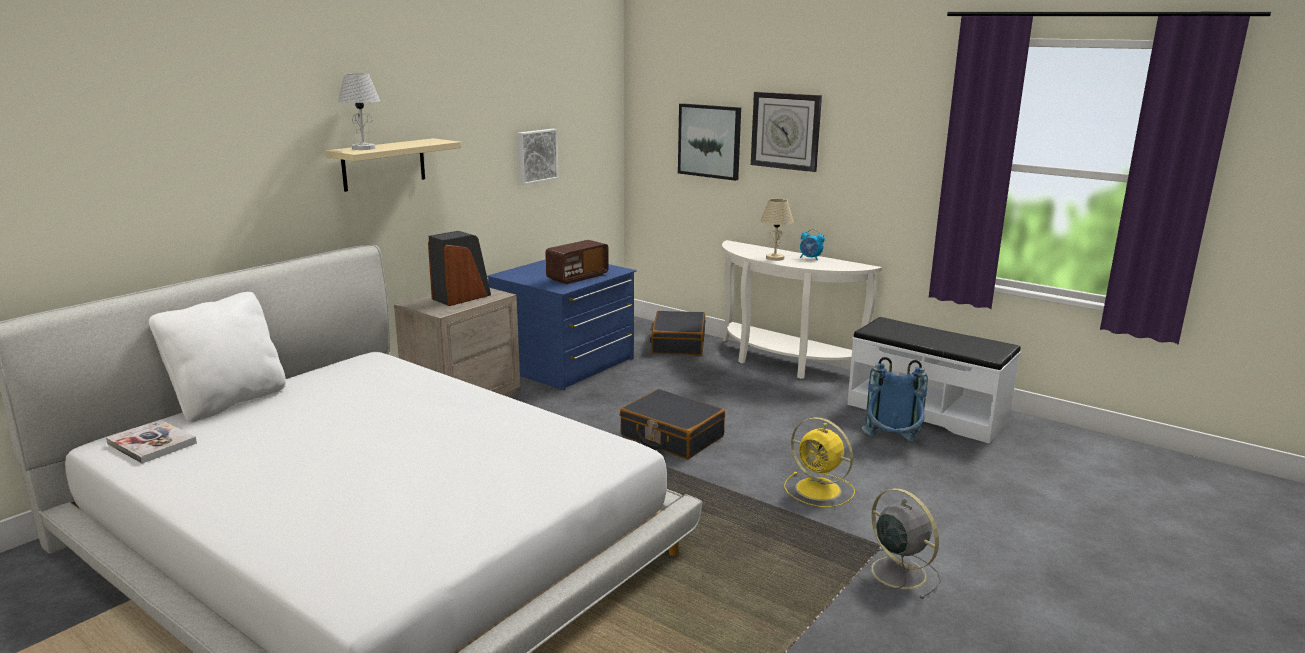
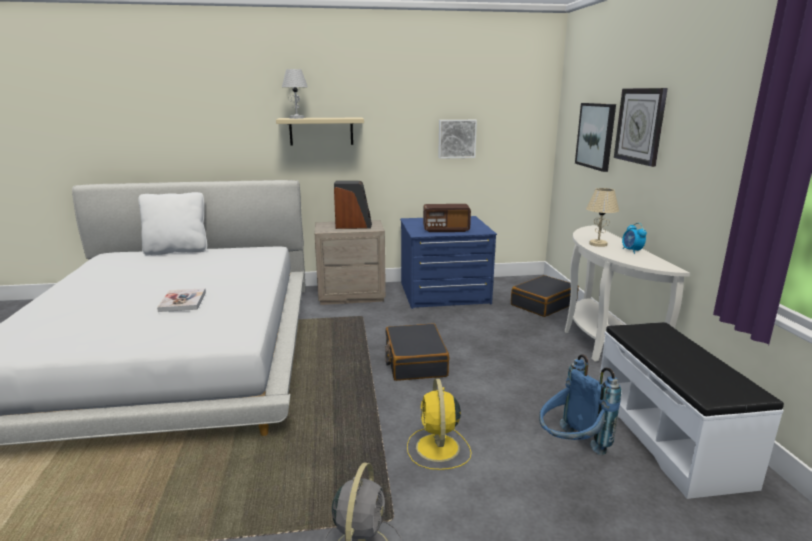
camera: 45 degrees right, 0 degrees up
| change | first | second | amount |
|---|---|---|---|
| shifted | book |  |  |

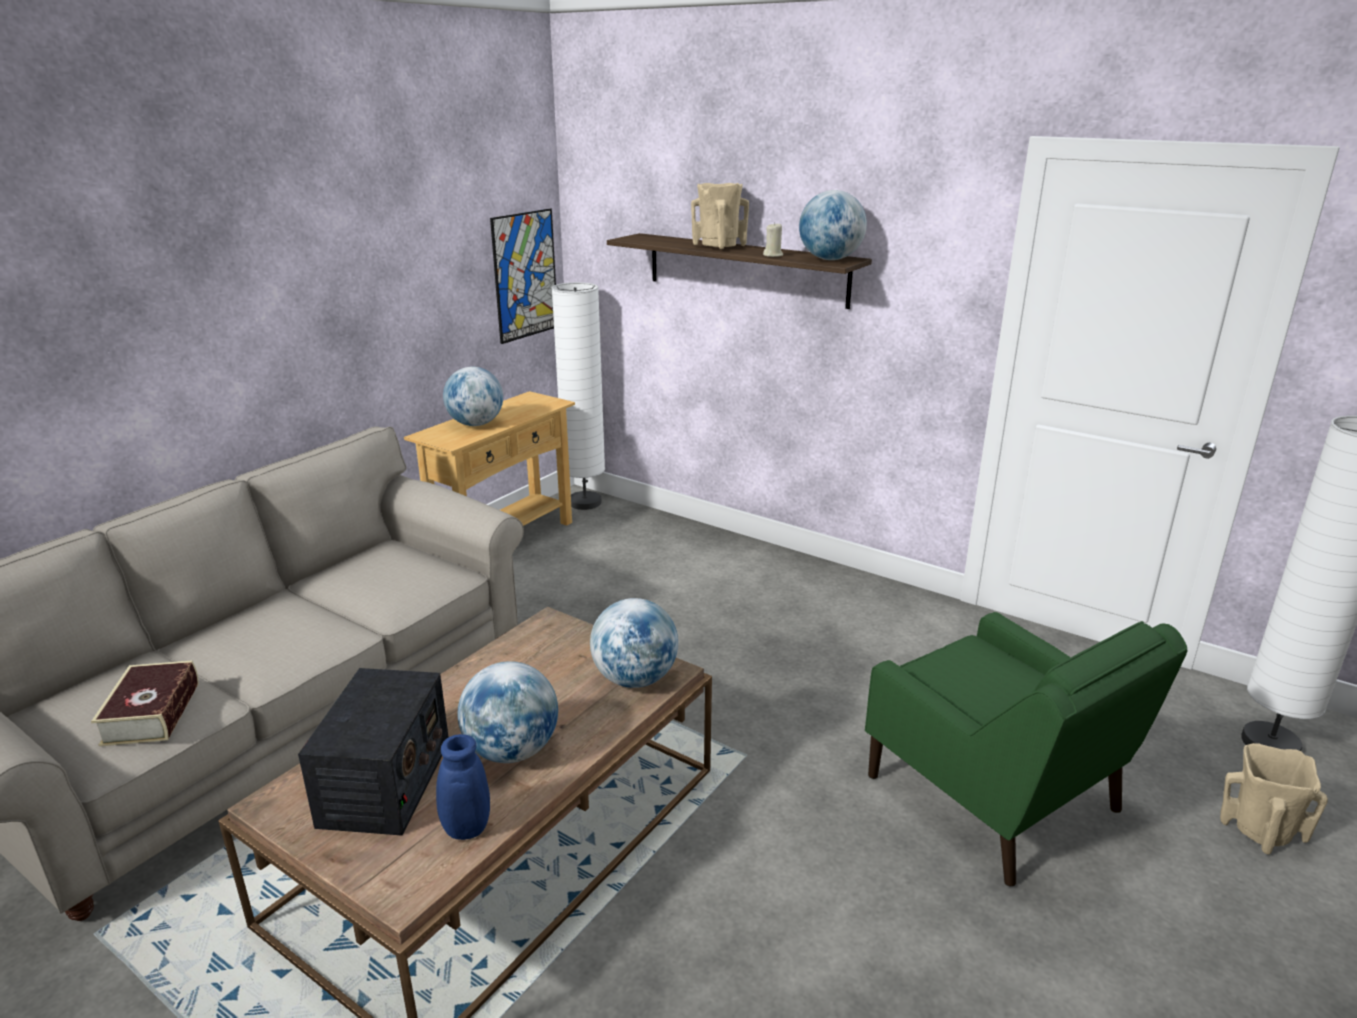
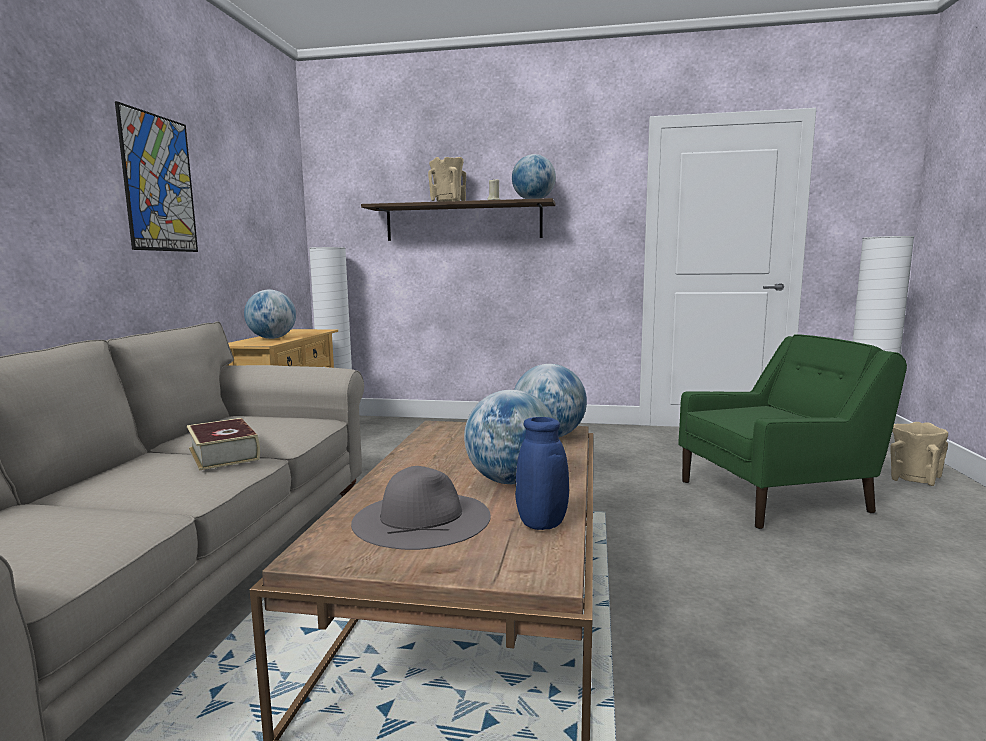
camera: 25 degrees left, 15 degrees down
| change | first | second | amount |
|---|---|---|---|
| shifted | book |  |  |
| shifted | wall picture |  |  |
| swapped | radio receiver | hat/grey |  |
| rotated | easy chair/green |  | 45 degrees counterclockwise |

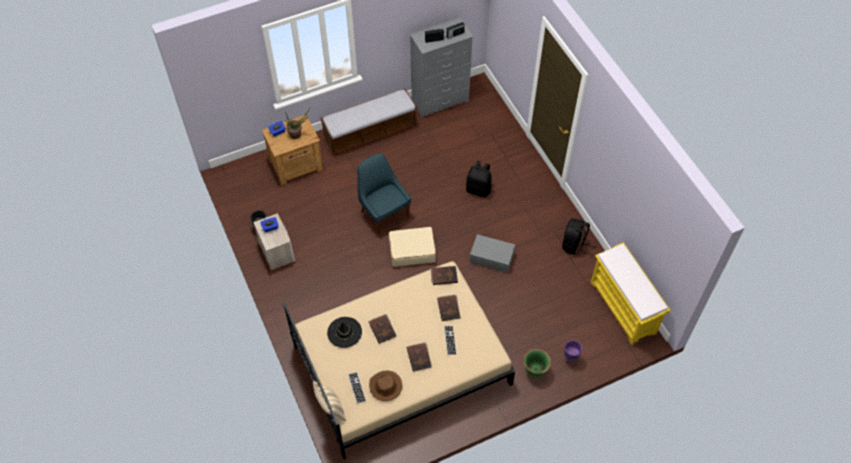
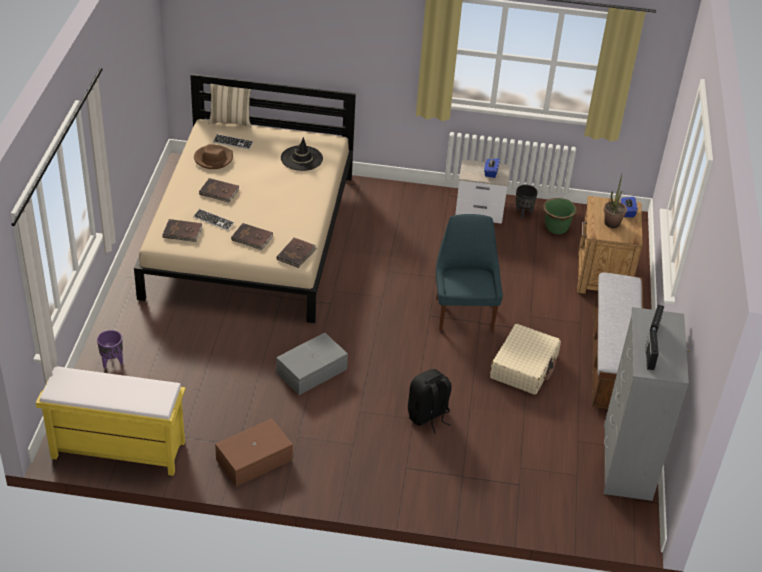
camera: 120 degrees right, 15 degrees down
| change | first | second | amount |
|---|---|---|---|
| shifted | book/brown (no. 1 from left) |  |  |
| shifted | suitcase/beige |  |  |
| shifted | plant pot/green |  |  |
| swapped | rucksack/black-coloured (no. 2 from left) | storage box/brown |  |
| rotated | chair/bluish |  | 90 degrees counterclockwise |

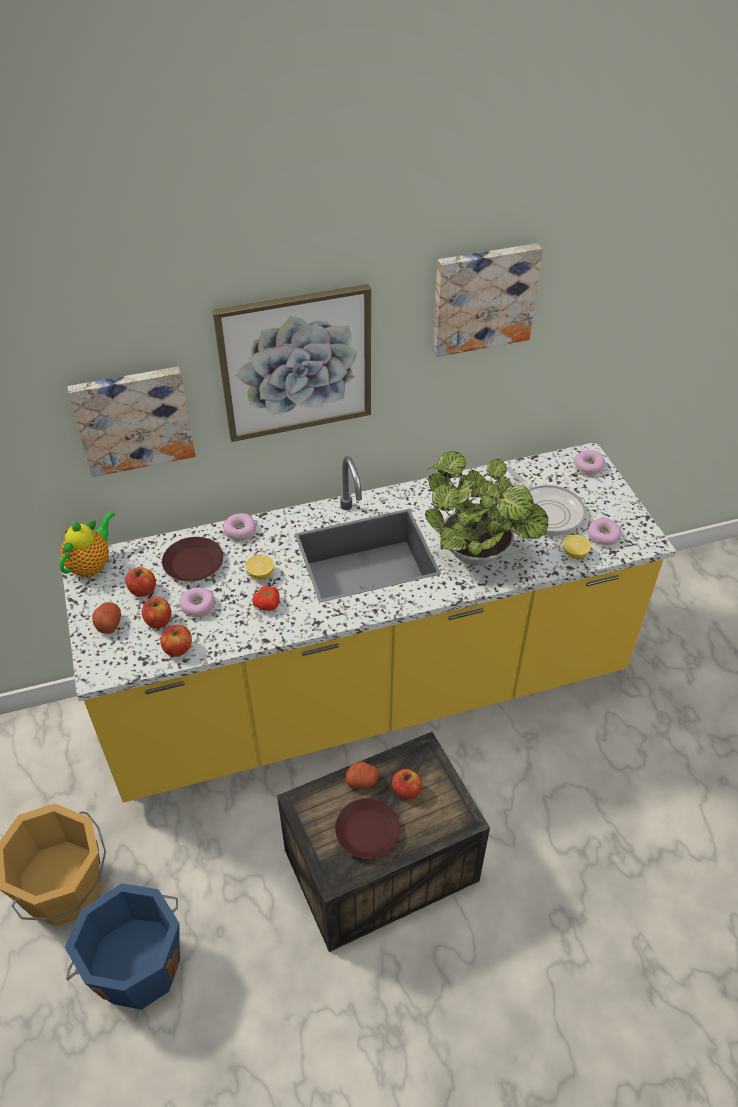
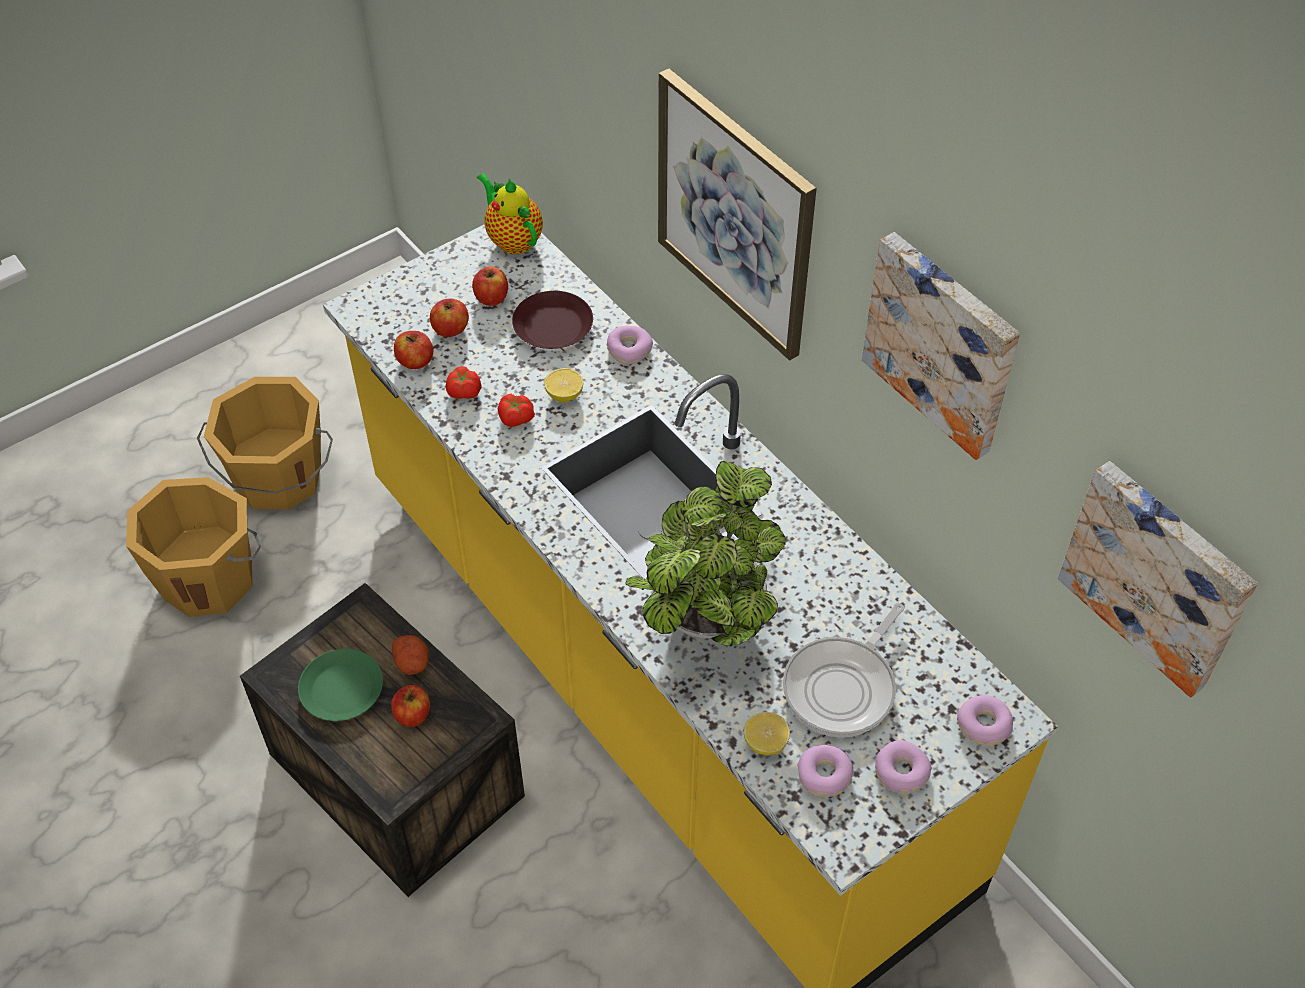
camera: 70 degrees right, 5 degrees up
| change | first | second | amount |
|---|---|---|---|
| gone | spud (no. 1 from left) |  |  |
| new |  | whole tomato (no. 1 from left) |  |
| shifted | wall picture (no. 1 from left in the first image) | wall picture (no. 3 from left) |  |
| shifted | donut (no. 1 from left in the first image) | donut (no. 3 from left) |  |
| repainted | pail/bluish | pail/orangey (no. 1 from left) |  |
| repainted | dinner plate/brown (no. 2 from left) | dinner plate/green |  |
| rotated | pot for tea |  | 135 degrees counterclockwise |

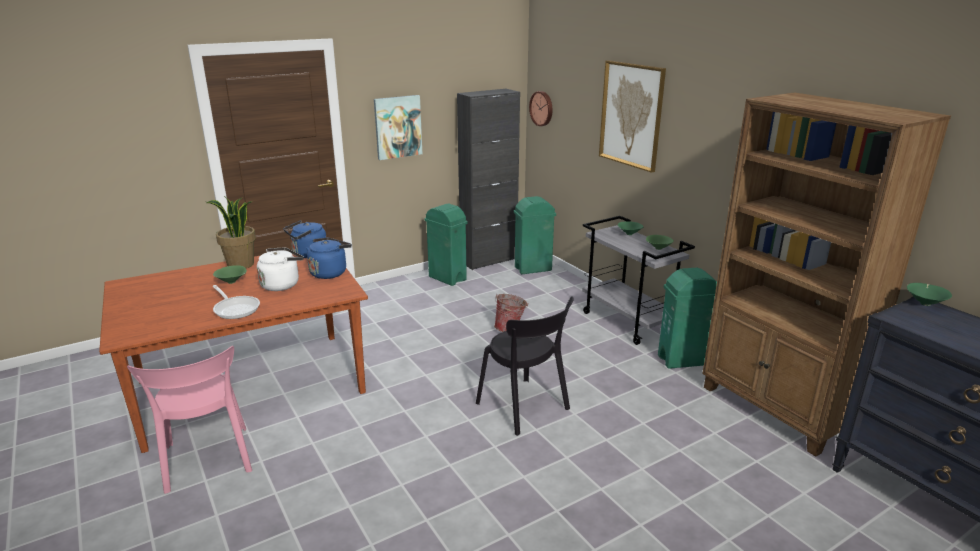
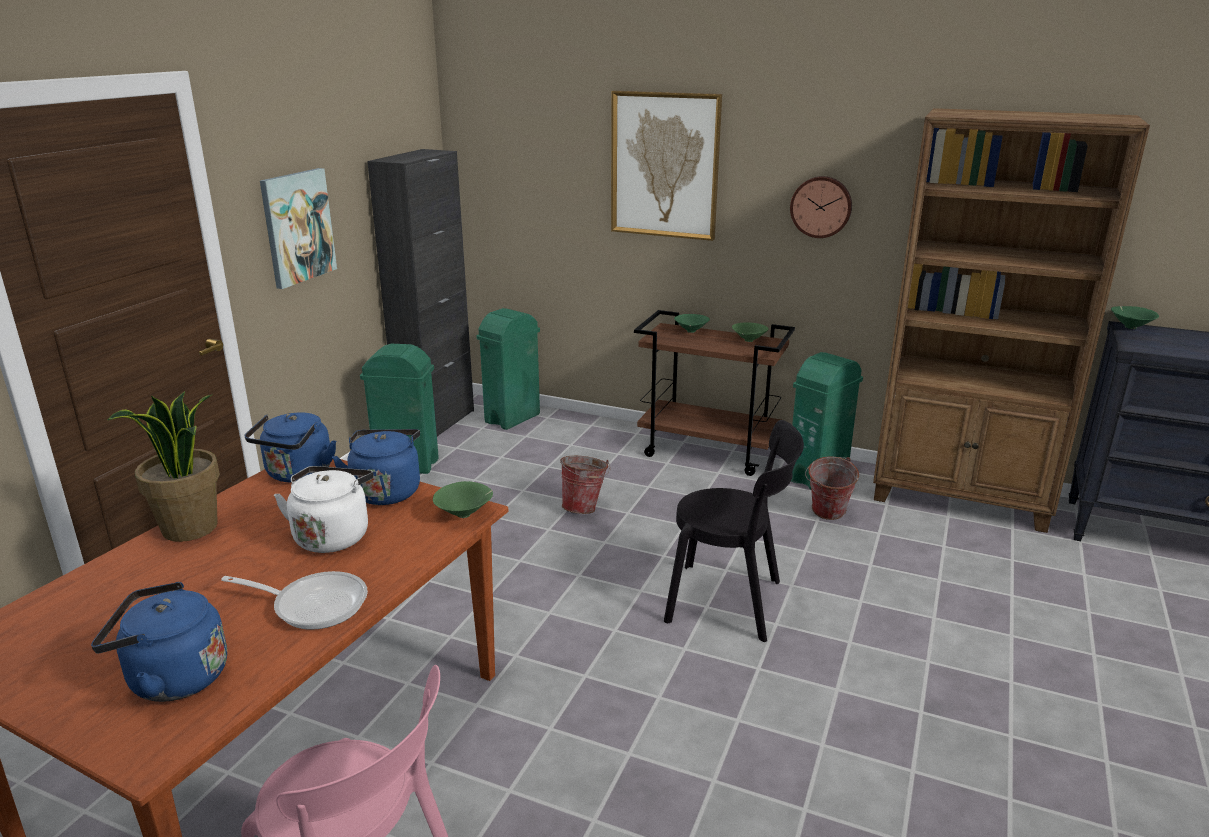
camera: 35 degrees left, 0 degrees up
| change | first | second | amount |
|---|---|---|---|
| new |  | kettle/bluish (no. 1 from left) |  |
| new |  | pail (no. 2 from left) |  |
| shifted | serving bowl/green (no. 1 from left) |  |  |
| shifted | wall clock |  |  |
| repainted | wheeled cart/grey | wheeled cart/brown |  |

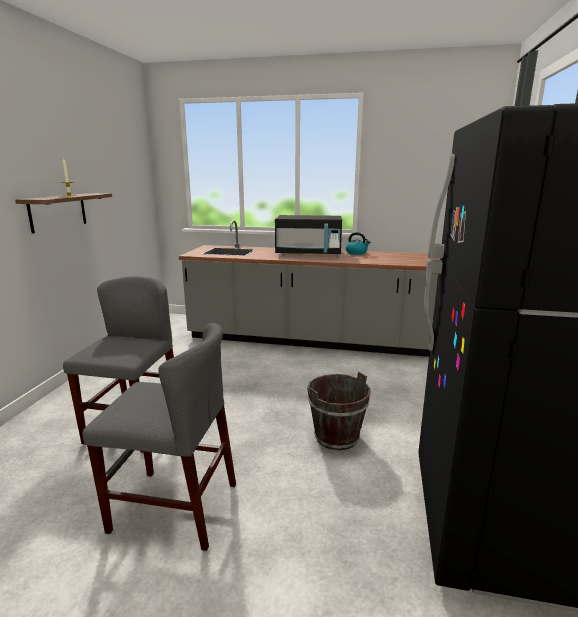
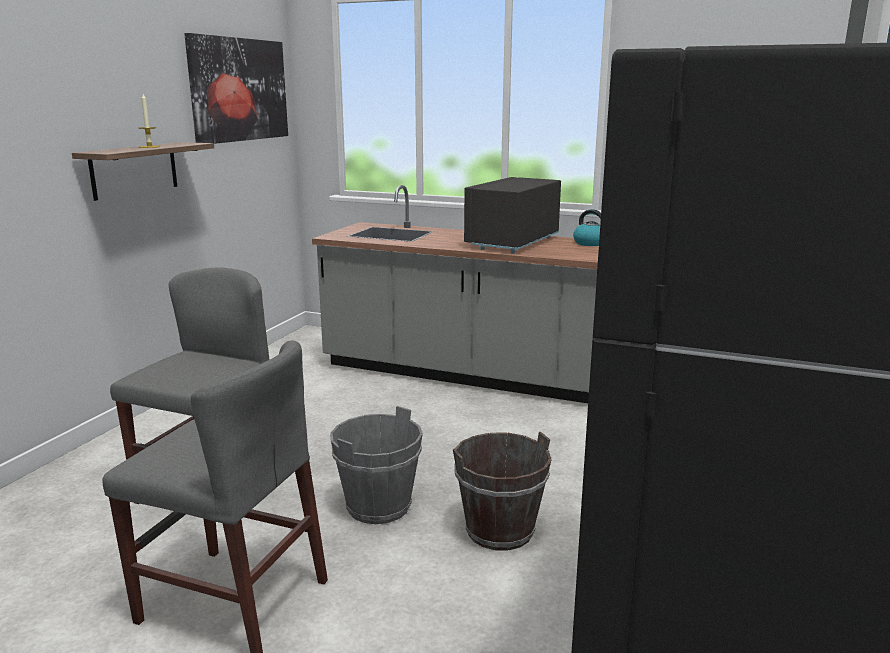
camera: 10 degrees right, 0 degrees up
| change | first | second | amount |
|---|---|---|---|
| new |  | wall picture |  |
| new |  | pail/grey |  |
| rotated | microwave/black-coloured |  | 105 degrees clockwise |

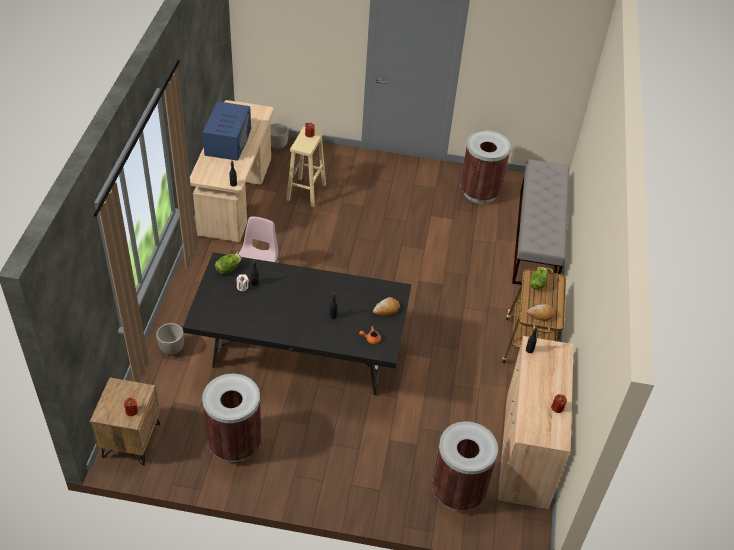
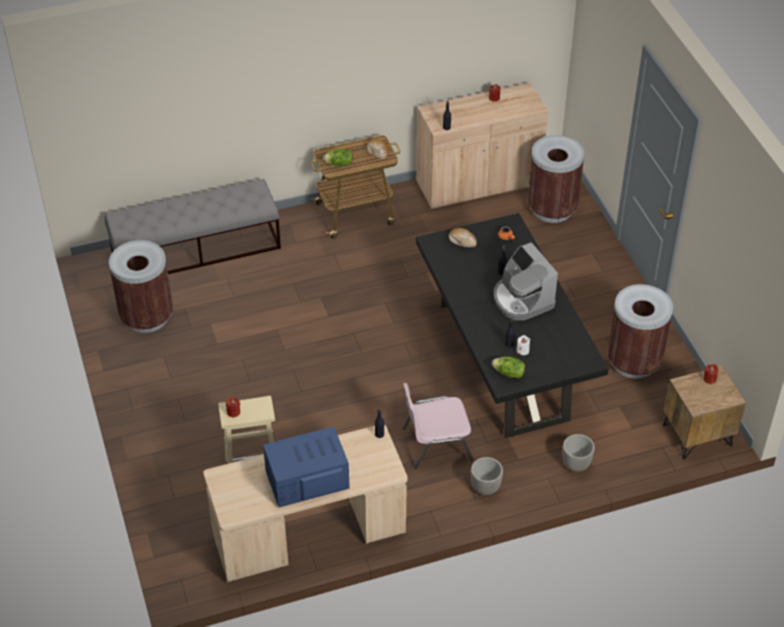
camera: 115 degrees left, 0 degrees up
| change | first | second | amount |
|---|---|---|---|
| new |  | coffee machine |  |
| shifted | plant pot (no. 2 from left in the first image) | plant pot (no. 1 from left) |  |

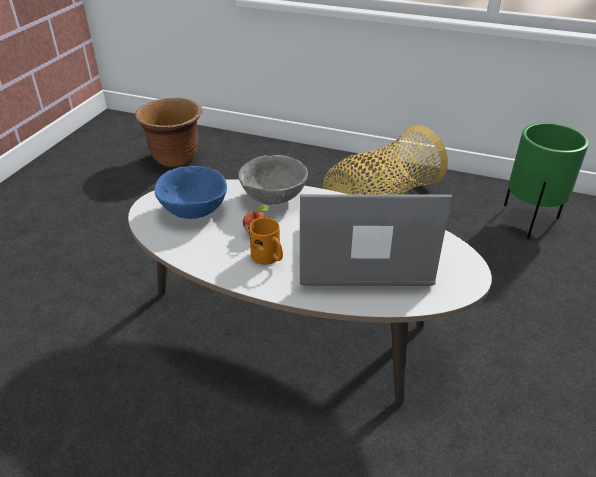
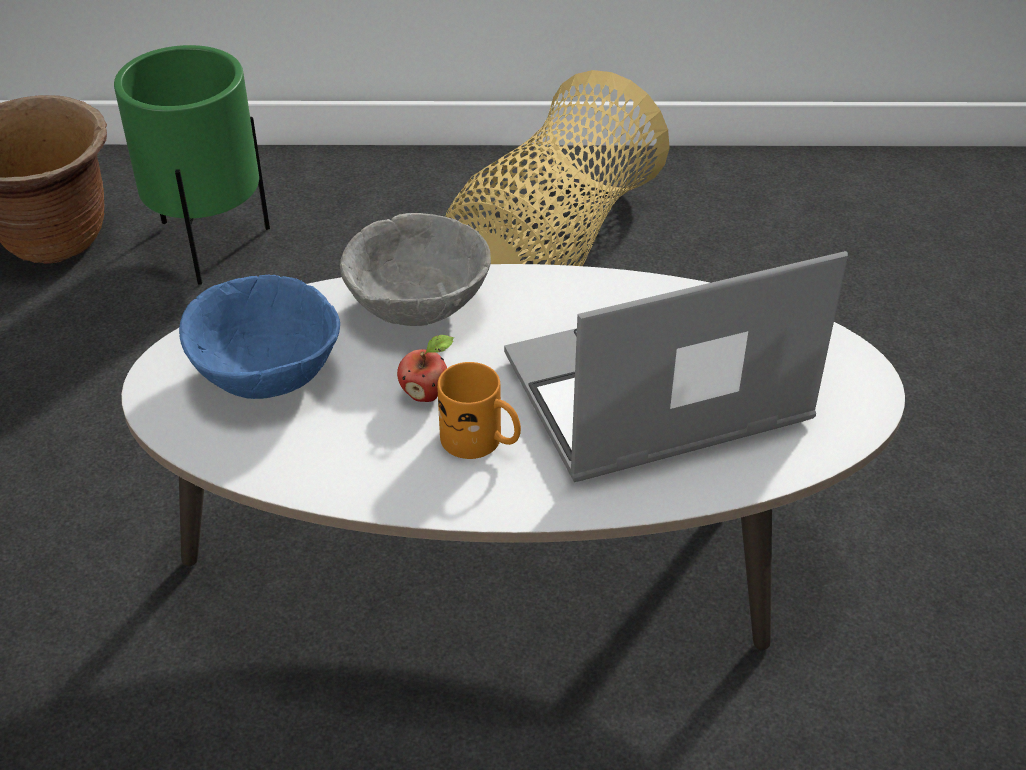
camera: 20 degrees left, 5 degrees up
| change | first | second | amount |
|---|---|---|---|
| shifted | plant pot/green |  |  |

